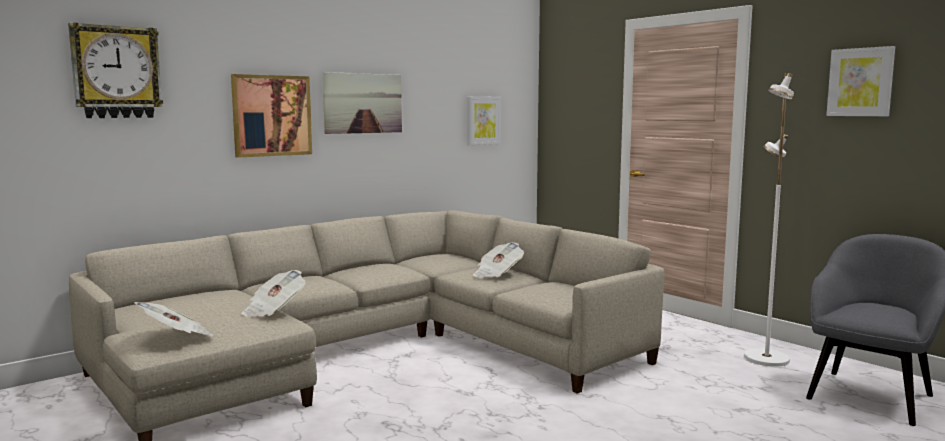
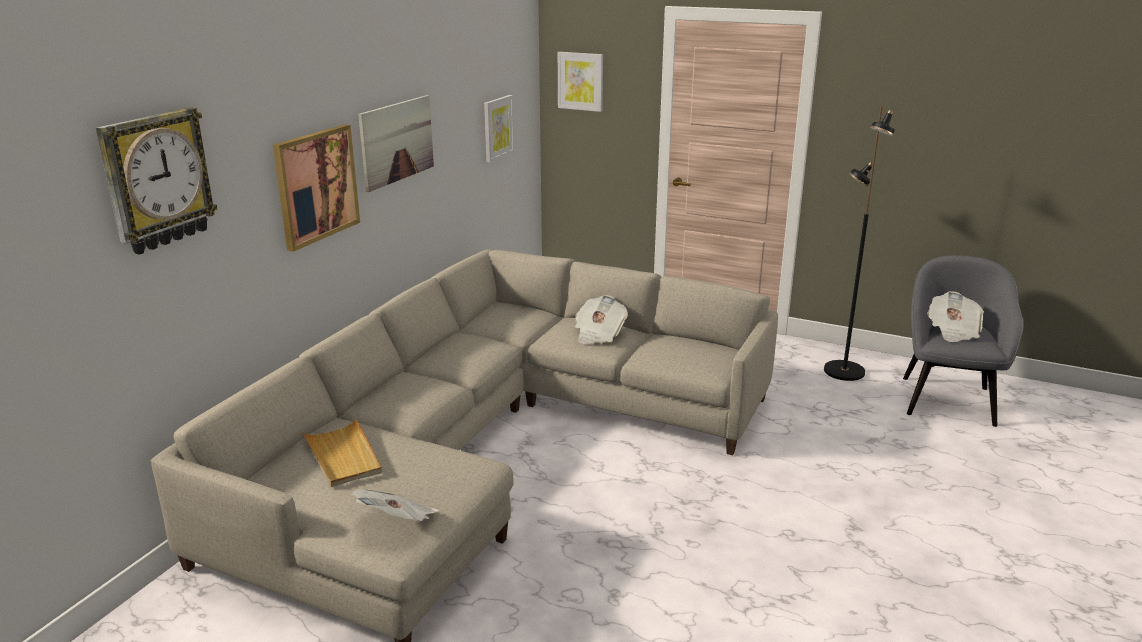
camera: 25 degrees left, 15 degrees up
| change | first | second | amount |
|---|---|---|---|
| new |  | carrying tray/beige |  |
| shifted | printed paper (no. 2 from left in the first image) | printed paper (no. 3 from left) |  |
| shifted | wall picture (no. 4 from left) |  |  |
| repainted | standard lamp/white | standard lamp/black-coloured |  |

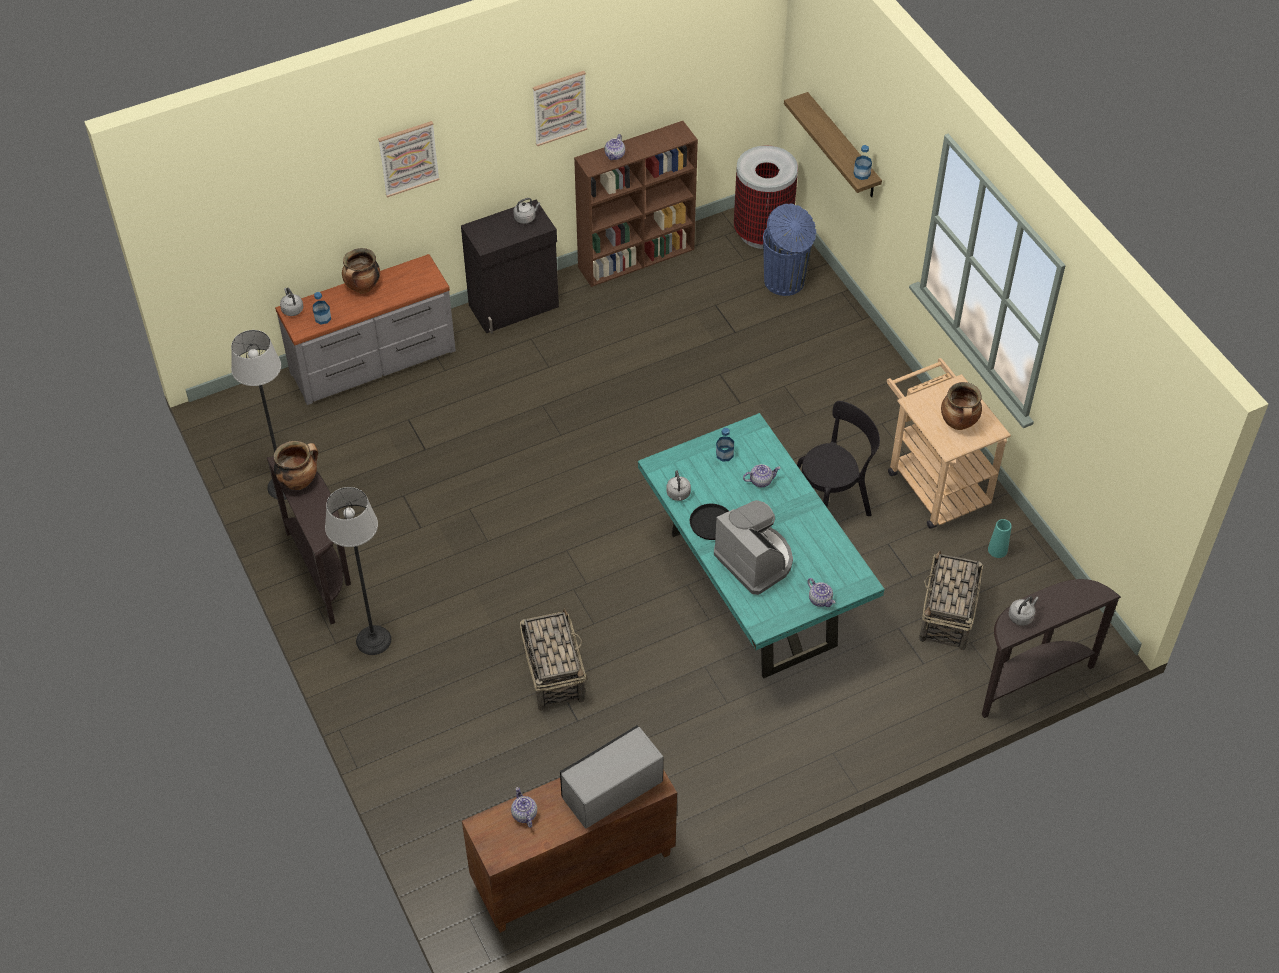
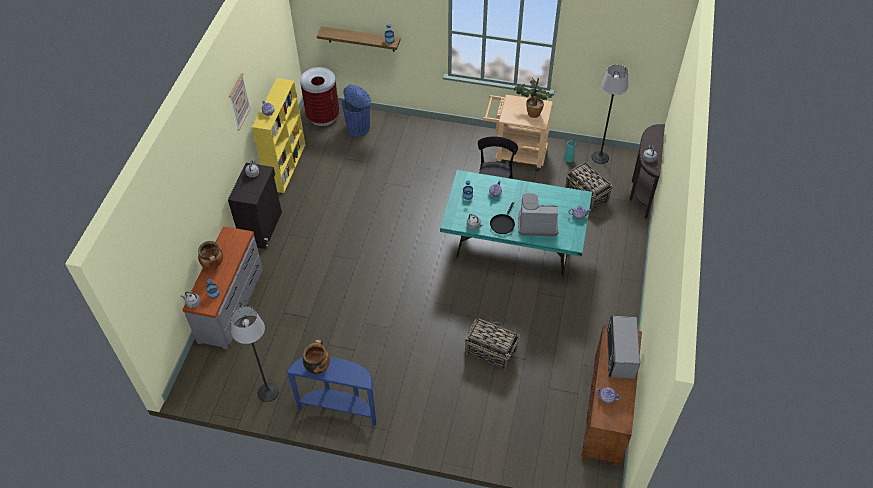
camera: 50 degrees left, 0 degrees up
| change | first | second | amount |
|---|---|---|---|
| gone | wall picture (no. 1 from left) |  |  |
| shifted | standard lamp (no. 2 from left) |  |  |
| swapped | saucepot (no. 3 from left) | potted plant |  |
| repainted | hall table/brown (no. 1 from left) | hall table/bluish |  |
| repainted | bookcase/brown | bookcase/yellowish |  |

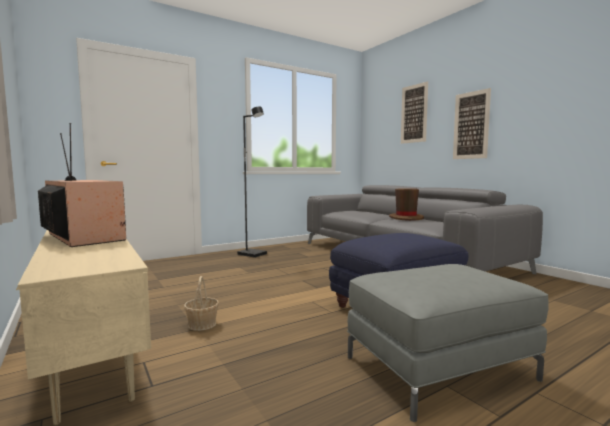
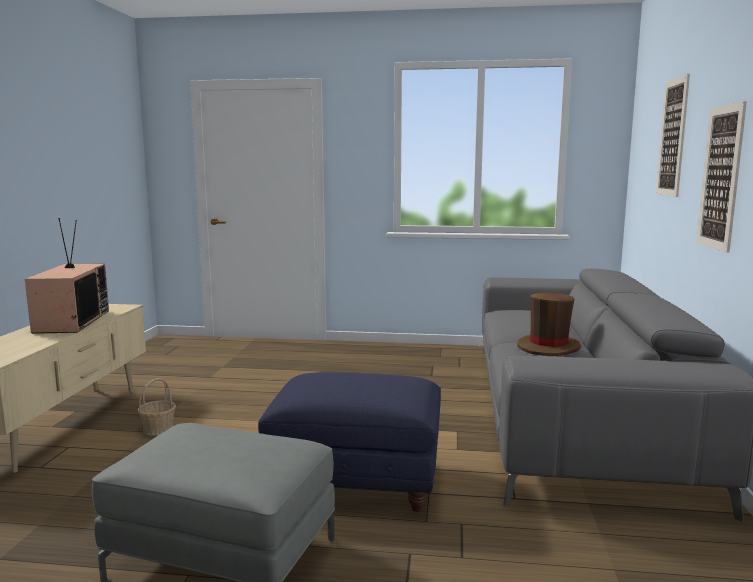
camera: 40 degrees right, 5 degrees up
| change | first | second | amount |
|---|---|---|---|
| gone | standard lamp/black-coloured |  |  |

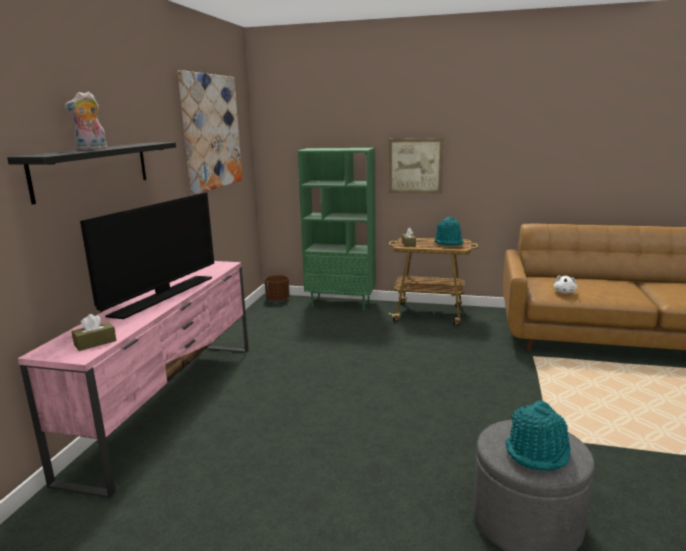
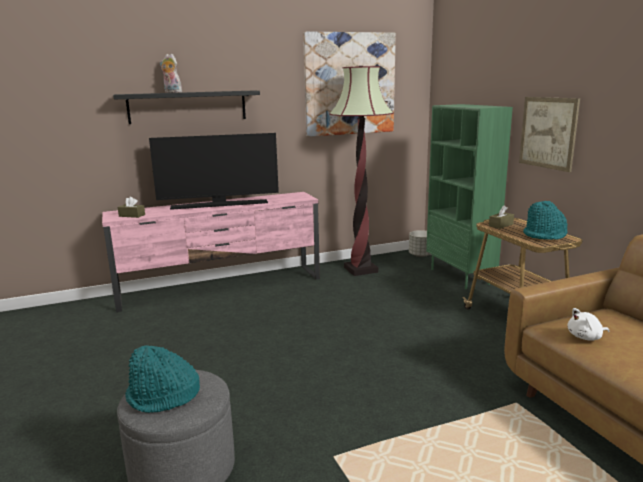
camera: 55 degrees right, 0 degrees up
| change | first | second | amount |
|---|---|---|---|
| new |  | standard lamp |  |
| repainted | plant pot/brown | plant pot/grey |  |

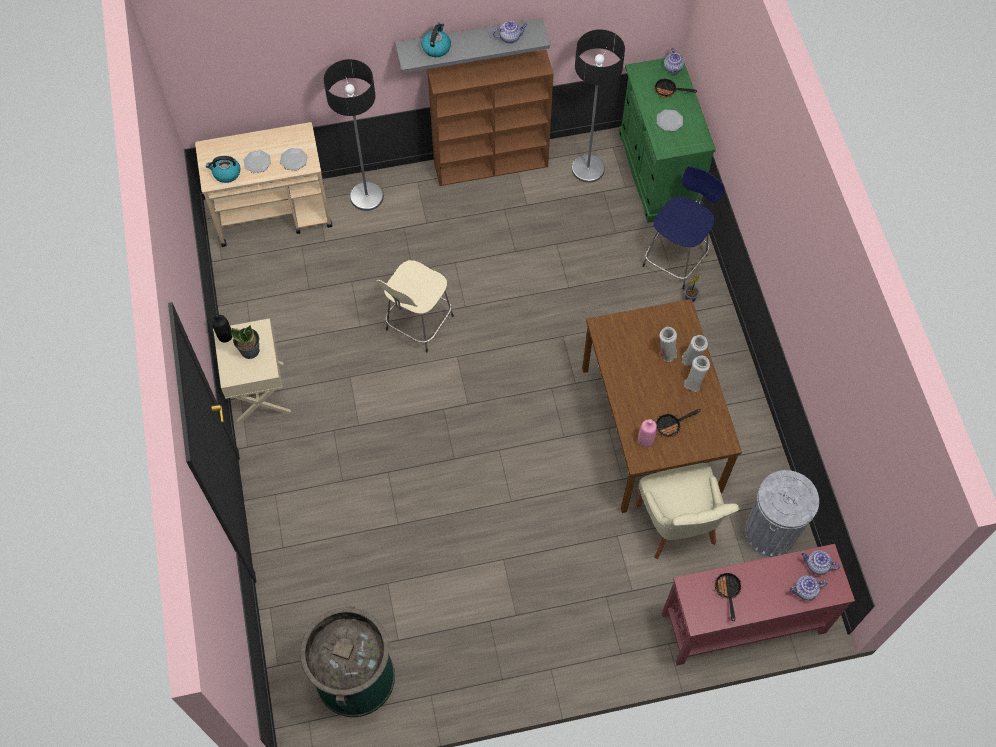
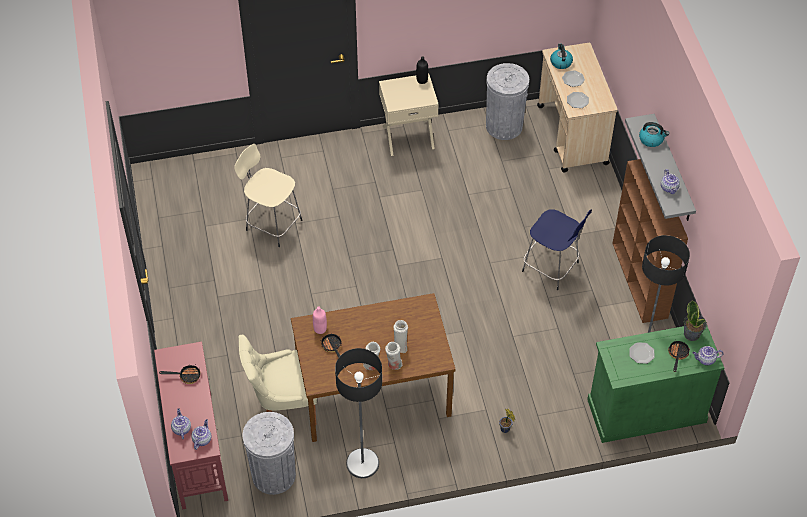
camera: 90 degrees right, 10 degrees down
| change | first | second | amount |
|---|---|---|---|
| gone | rubbish bin/green |  |  |
| new |  | rubbish bin/grey (no. 2 from left) |  |
| shifted | potted plant (no. 1 from left in the first image) | potted plant (no. 2 from left) |  |
| shifted | standard lamp (no. 1 from left) |  |  |
| shifted | sitting stool/beige |  |  |
| shifted | sitting stool/bluish |  |  |

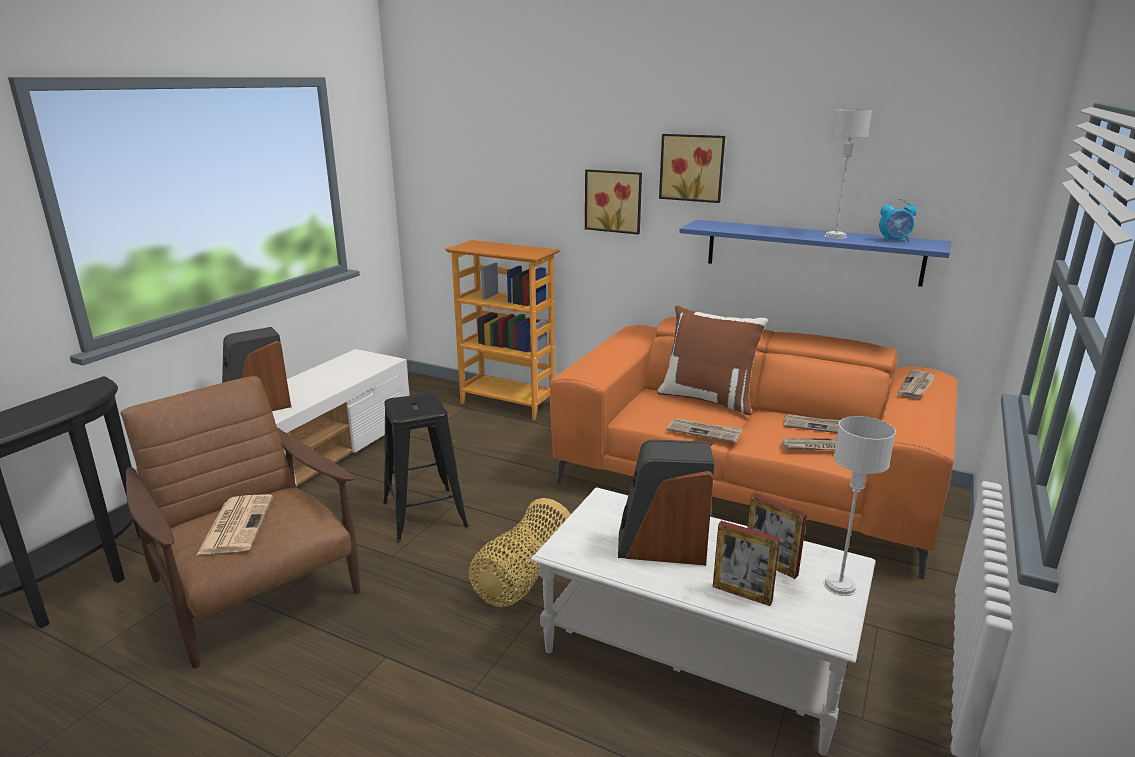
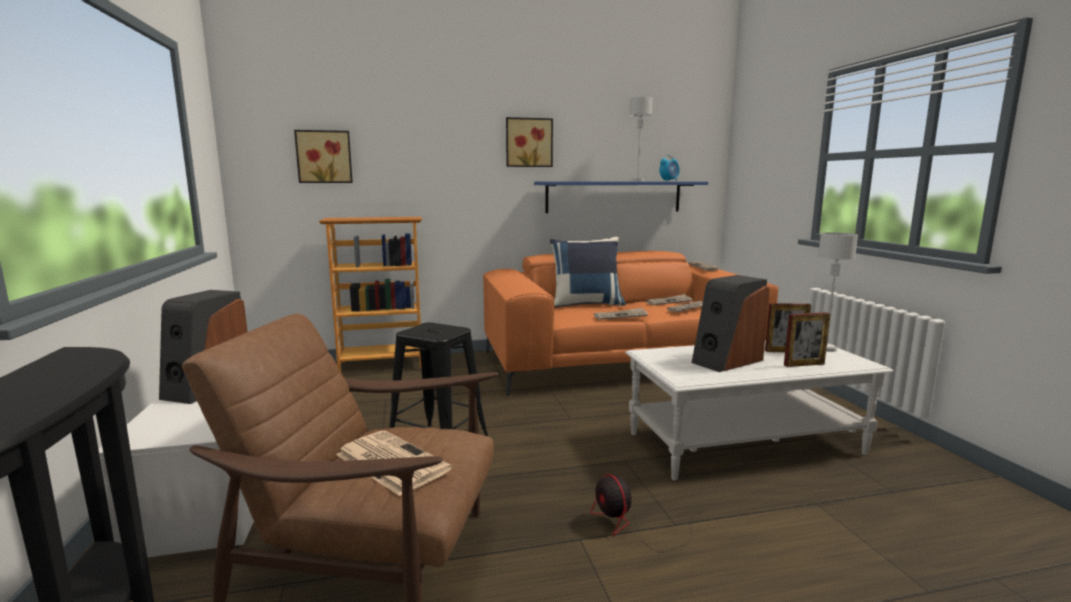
camera: 40 degrees left, 10 degrees down
| change | first | second | amount |
|---|---|---|---|
| gone | household basket |  |  |
| new |  | electric fan |  |
| shifted | wall picture (no. 1 from left) |  |  |
| repainted | pillow/brown | pillow/bluish |  |

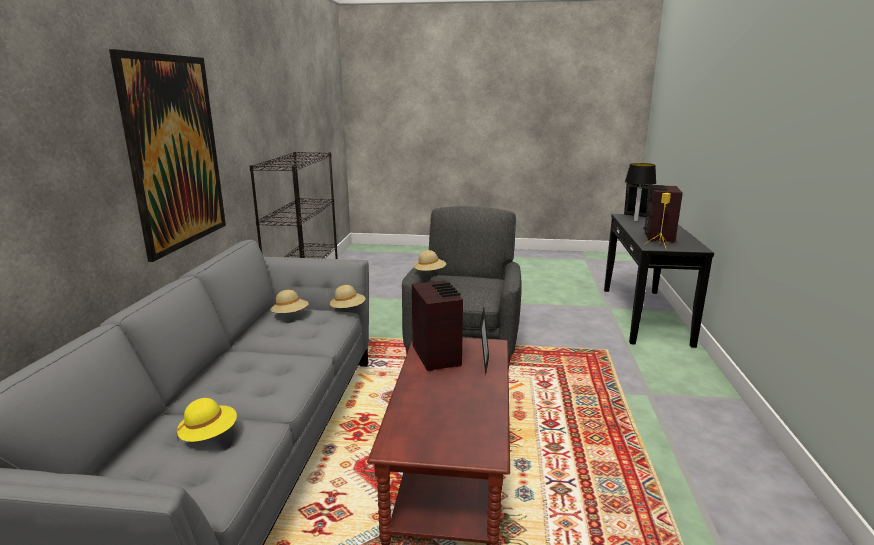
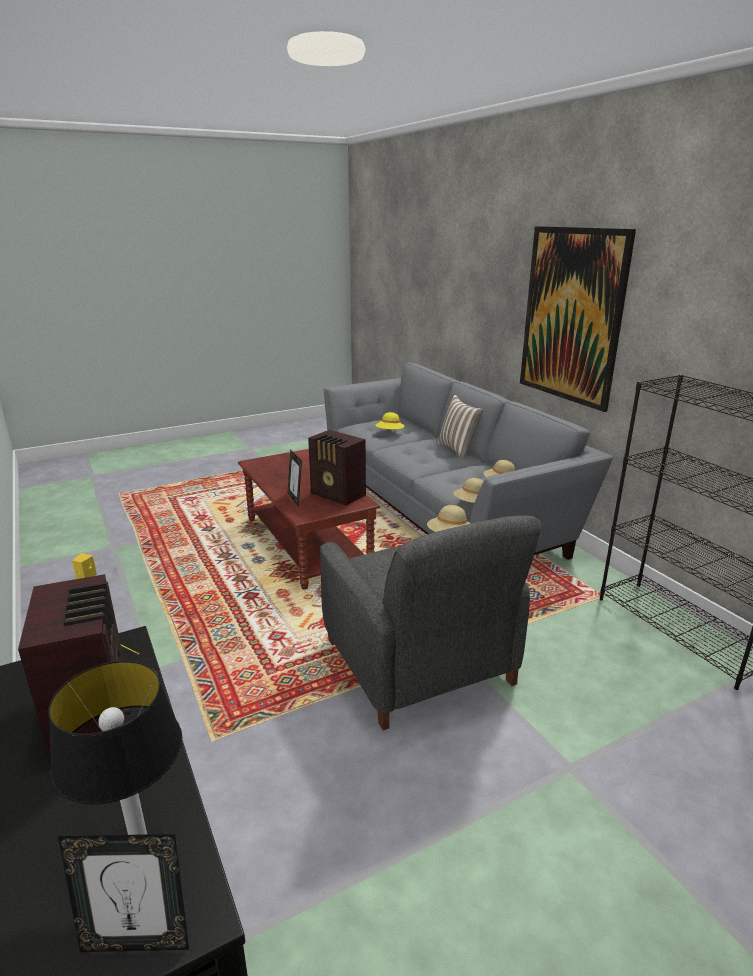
camera: 145 degrees right, 5 degrees up
| change | first | second | amount |
|---|---|---|---|
| new |  | pillow |  |

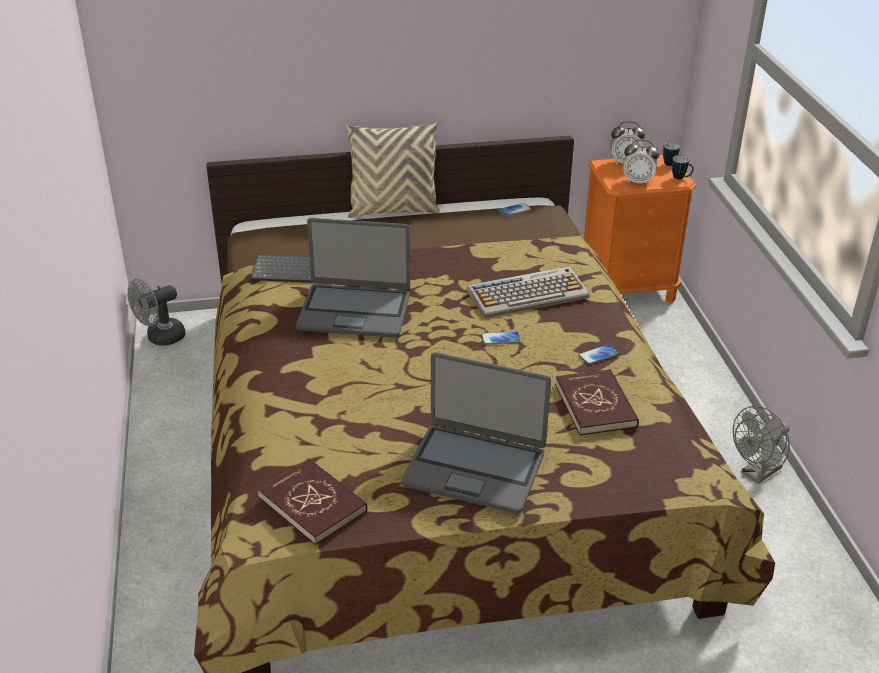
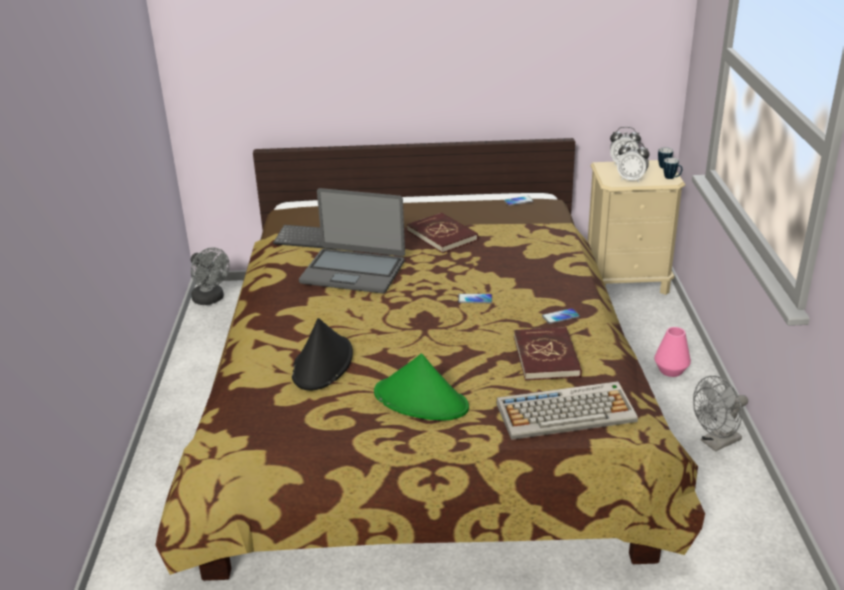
camera: 10 degrees right, 5 degrees down
| change | first | second | amount |
|---|---|---|---|
| gone | pillow/beige |  |  |
| new |  | hat/black-coloured |  |
| new |  | vase/pinkish |  |
| shifted | book/reddish (no. 1 from left) |  |  |
| shifted | PC keyboard (no. 2 from left) |  |  |
| swapped | notebook computer (no. 2 from left) | hat/green |  |
| repainted | night table/orangey | night table/beige |  |
| rotated | electric fan/grey (no. 1 from left) |  | 105 degrees counterclockwise |

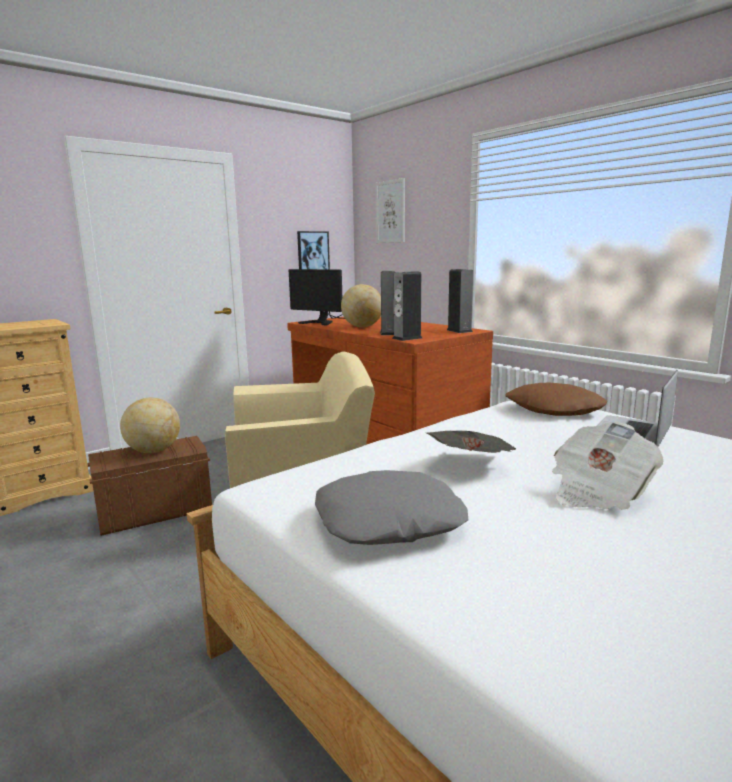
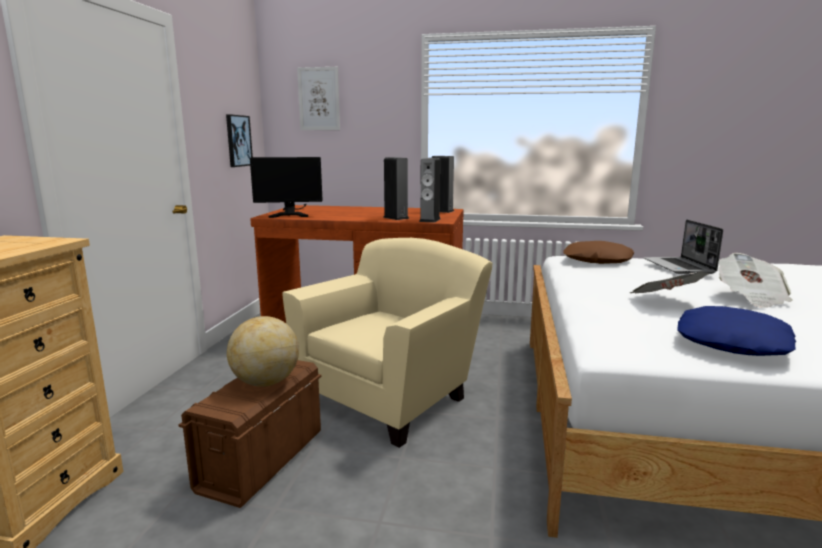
camera: 40 degrees left, 0 degrees up
| change | first | second | amount |
|---|---|---|---|
| gone | desk globe (no. 2 from left) |  |  |
| repainted | pillow/grey | pillow/bluish |  |

